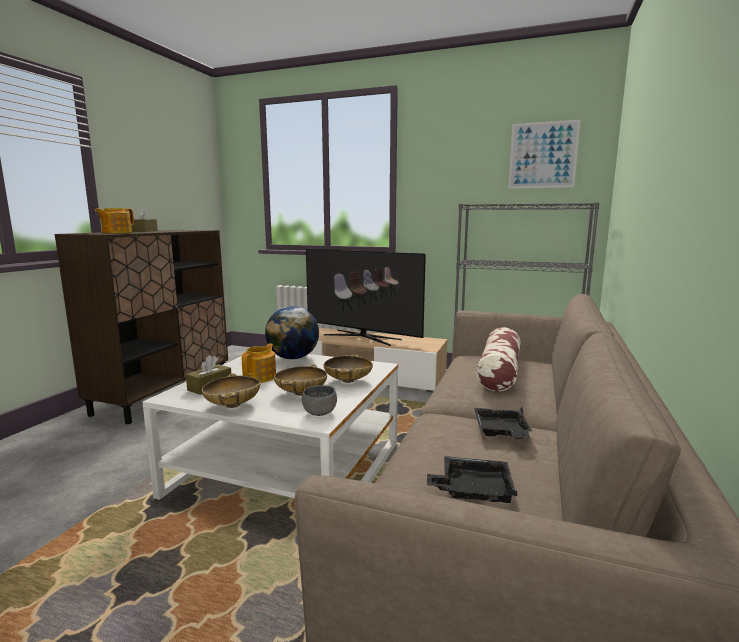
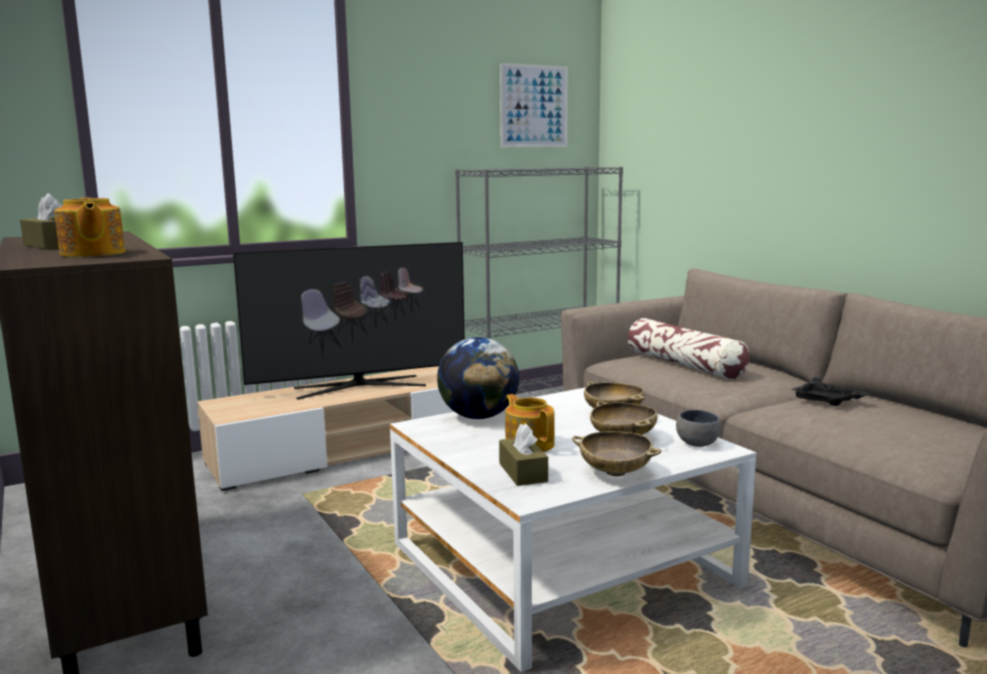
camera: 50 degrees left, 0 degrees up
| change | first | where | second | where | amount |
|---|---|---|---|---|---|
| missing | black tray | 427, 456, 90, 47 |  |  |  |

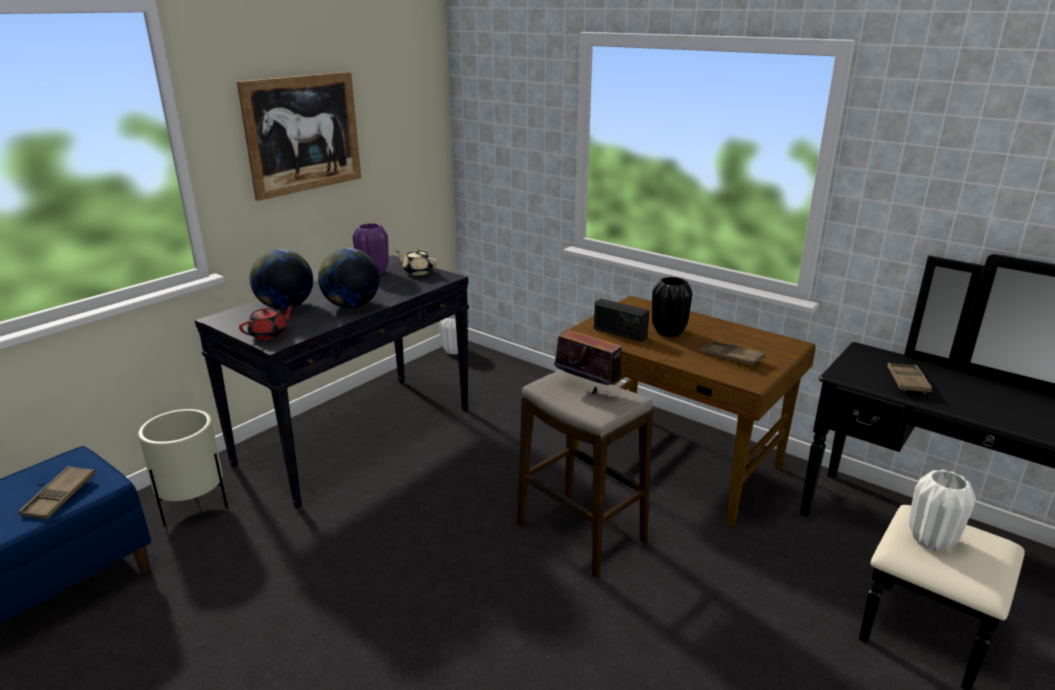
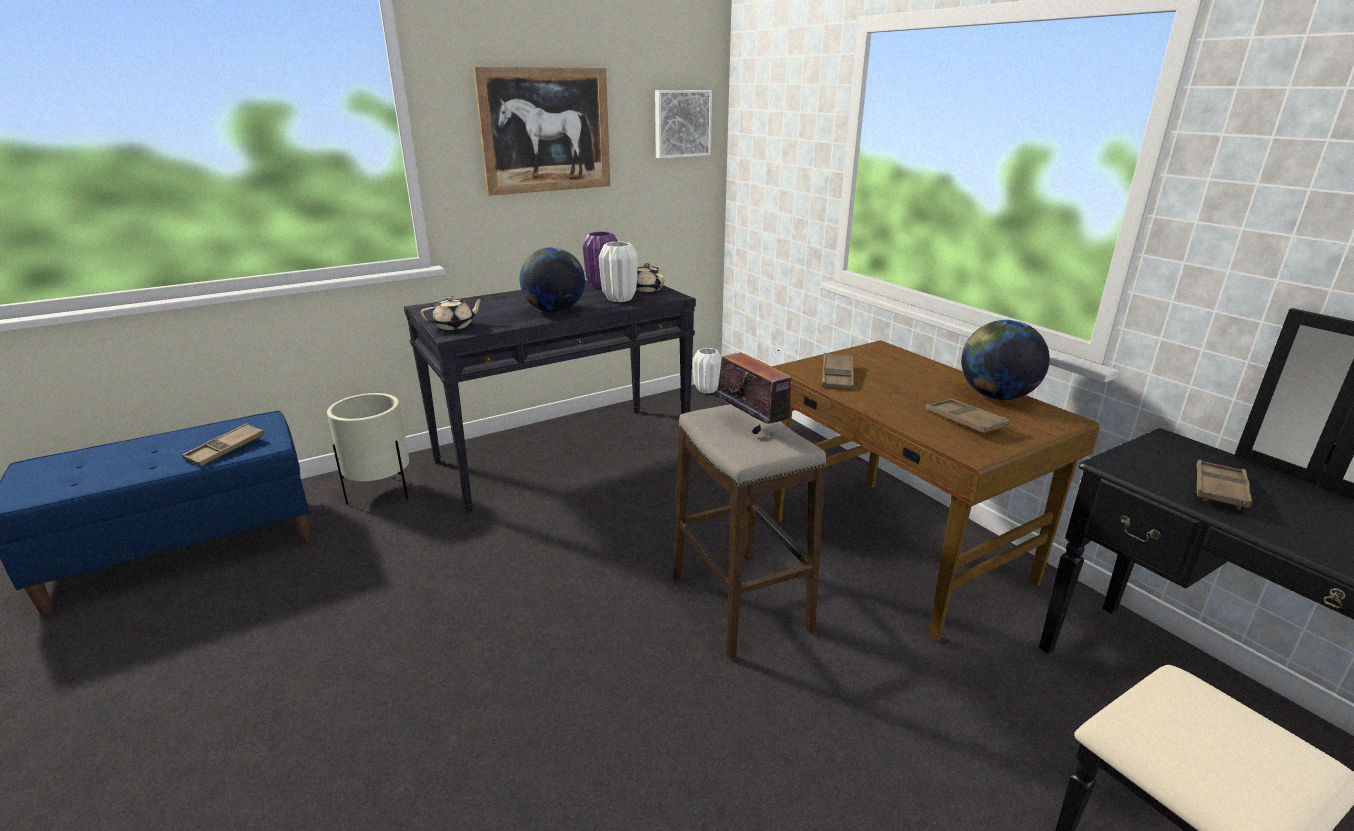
camera: 20 degrees right, 0 degrees up
| change | first | where | second | where | amount |
|---|---|---|---|---|---|
| colour | red teapot | 239, 305, 55, 35 | beige teapot | 421, 296, 63, 34 |  |
| relocated | white vase | 909, 470, 67, 81 |  | 599, 242, 39, 60 |  |
| appeared |  |  | picture | 655, 90, 57, 69 |  |
| exchanged | radio | 594, 299, 55, 43 | brown tray | 822, 353, 32, 37 |  |
| relocated | globe | 250, 249, 63, 61 |  | 961, 320, 89, 80 |  |
| missing | black vase | 652, 277, 41, 60 |  |  |  |

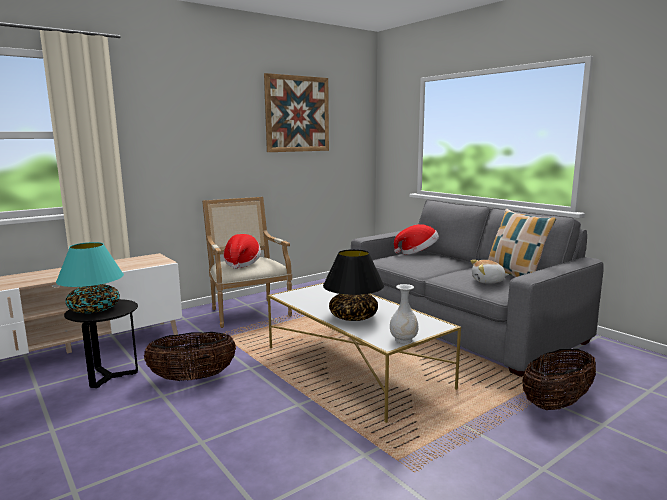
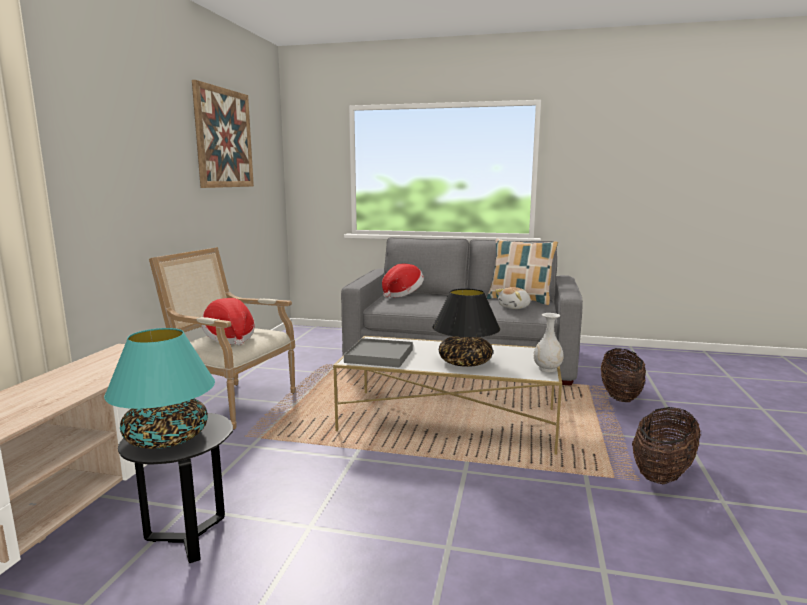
camera: 40 degrees left, 0 degrees up
| change | first | where | second | where | amount |
|---|---|---|---|---|---|
| appeared |  |  | grey tray | 344, 338, 69, 30 |  |
| relocated | basket | 144, 332, 92, 49 |  | 632, 407, 69, 77 |  |

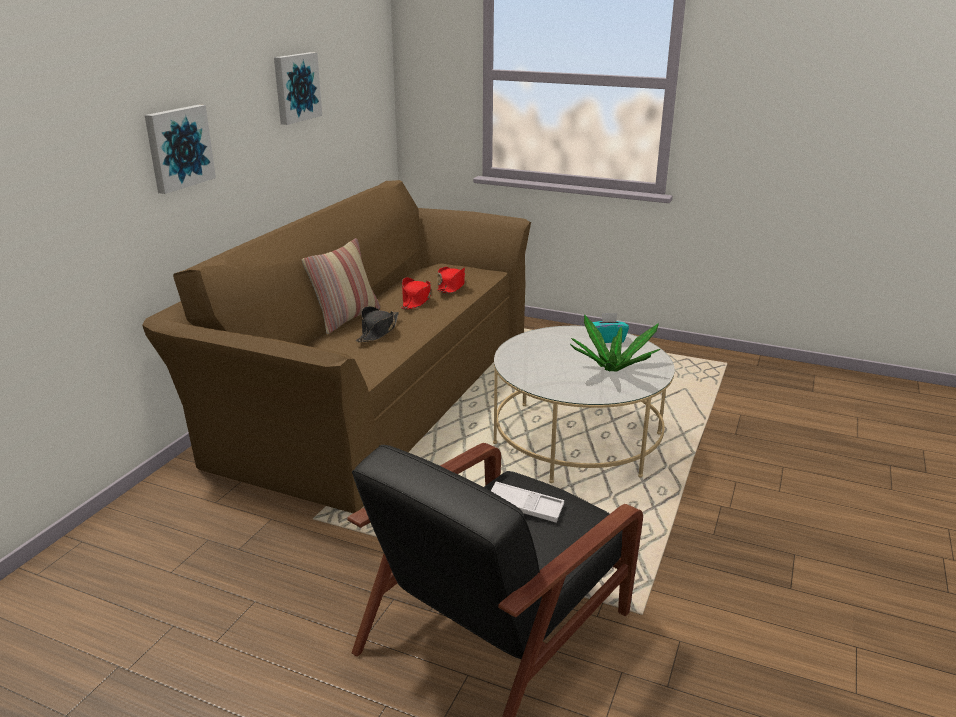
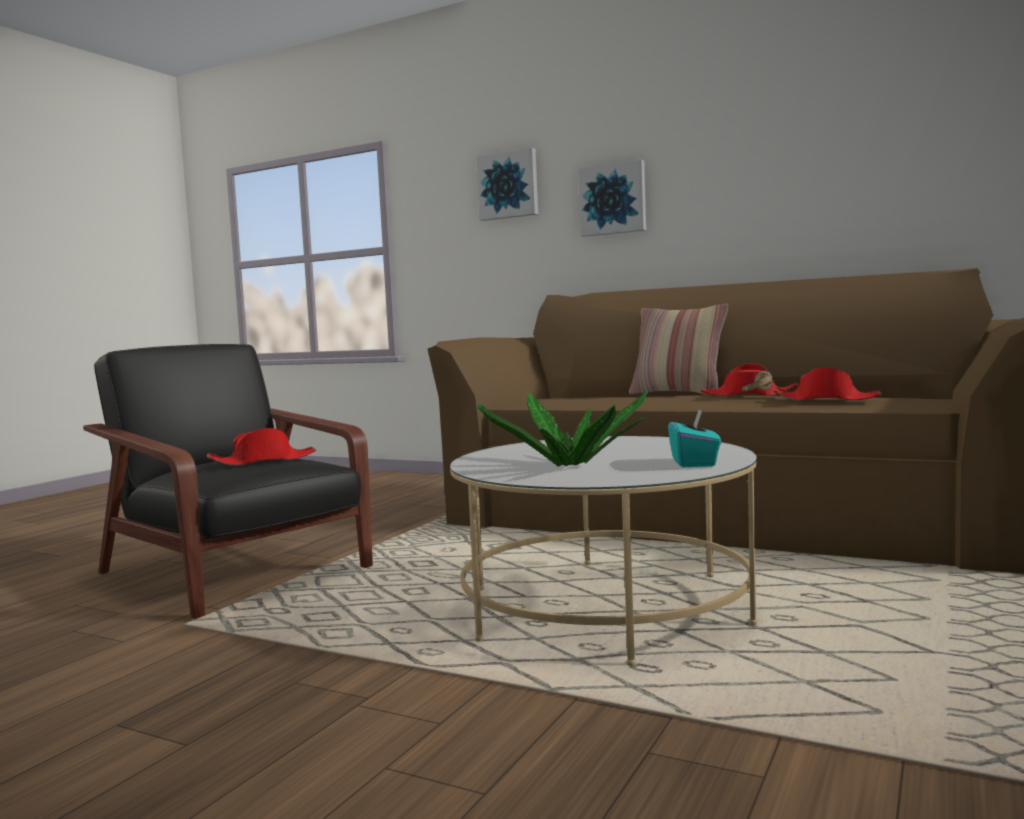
camera: 95 degrees right, 20 degrees down
| change | first | where | second | where | amount |
|---|---|---|---|---|---|
| exchanged | white tray | 491, 481, 73, 42 | red hat | 206, 428, 110, 38 |  |
| relocated | picture | 274, 52, 48, 73 |  | 476, 148, 62, 73 |  |
| missing | black hat | 356, 306, 43, 36 |  |  |  |

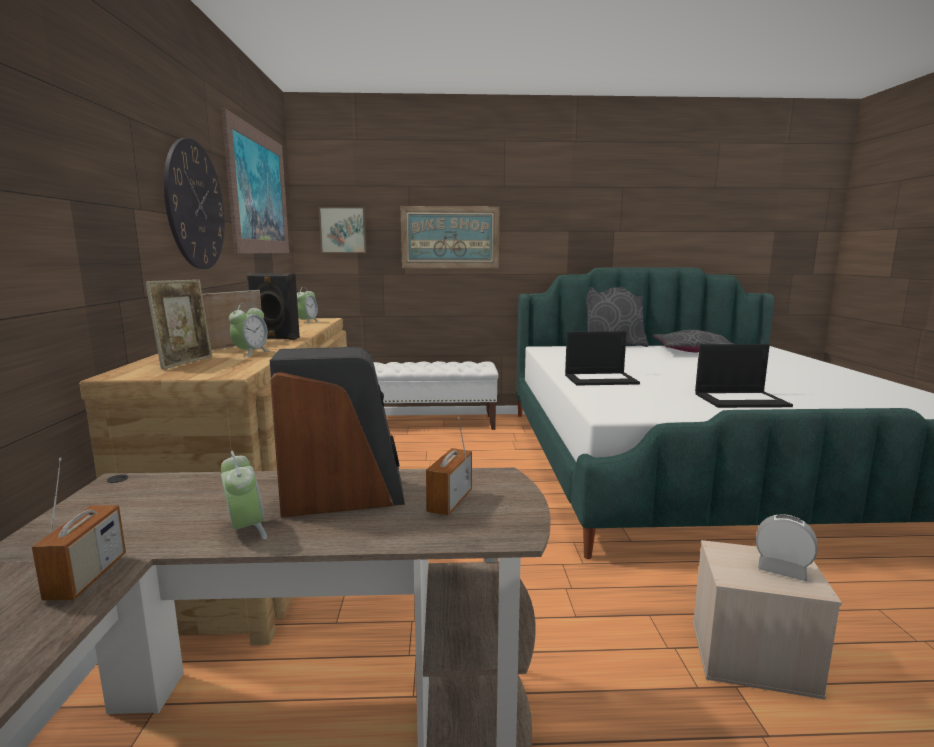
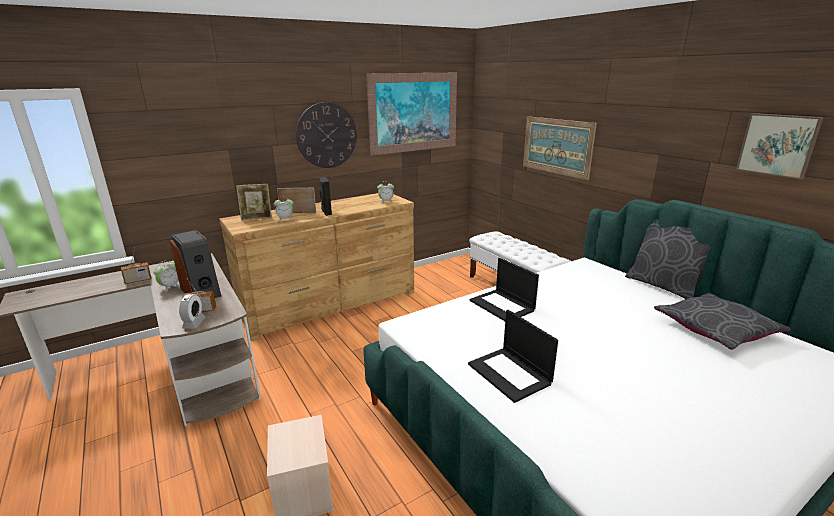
camera: 60 degrees right, 10 degrees up
| change | first | where | second | where | amount |
|---|---|---|---|---|---|
| relocated | alarm clock | 756, 514, 61, 67 |  | 179, 294, 26, 34 |  |
| relocated | picture | 319, 207, 47, 46 |  | 736, 113, 88, 67 |  |

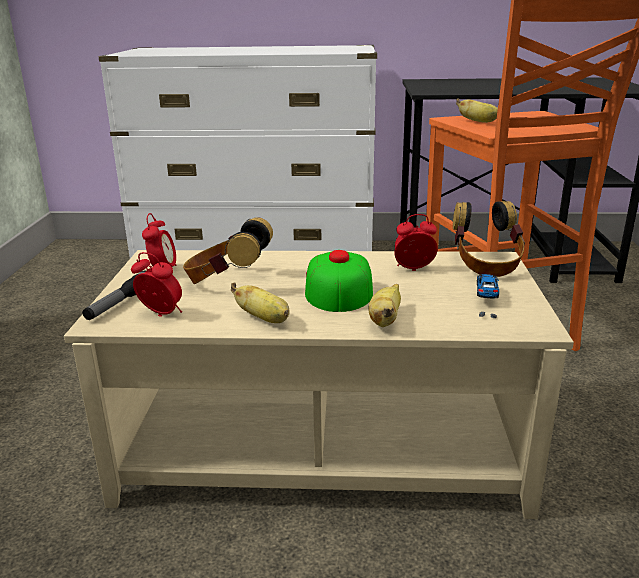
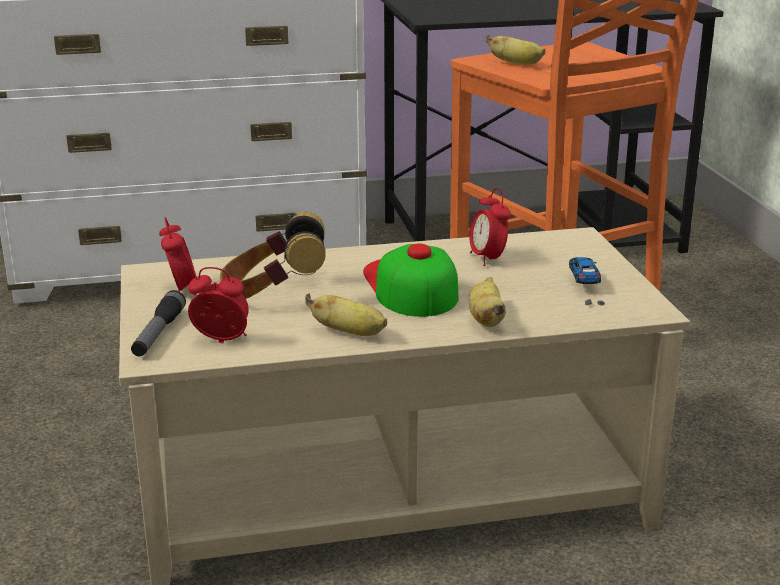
camera: 15 degrees left, 0 degrees up
| change | first | where | second | where | amount |
|---|---|---|---|---|---|
| spun | alarm clock | 394, 214, 44, 57 |  | 469, 188, 42, 78 | 90 degrees counterclockwise |
| missing | headphones | 453, 201, 72, 76 |  |  |  |

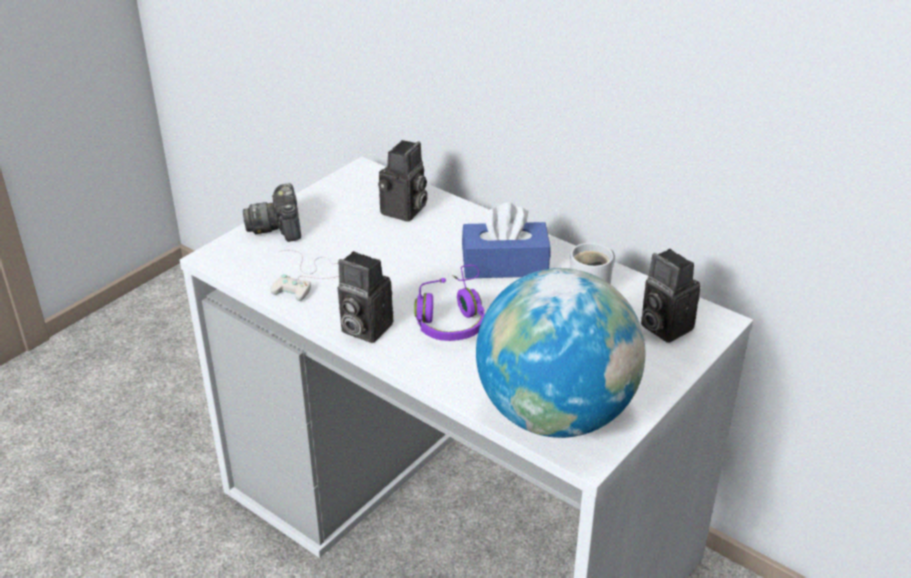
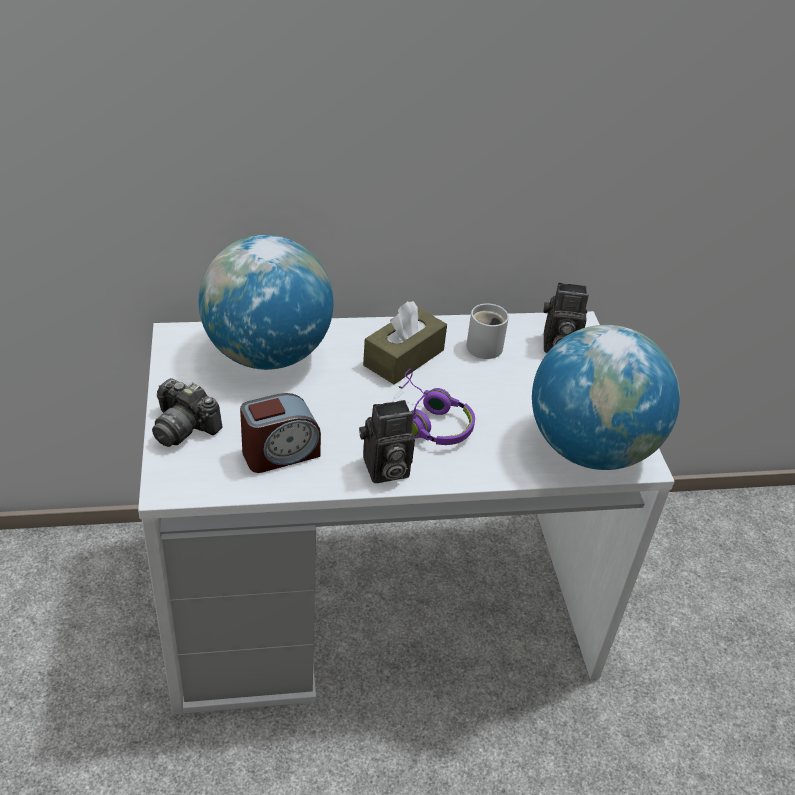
camera: 50 degrees left, 5 degrees up
| change | first | where | second | where | amount |
|---|---|---|---|---|---|
| exchanged | photo camera | 378, 140, 50, 82 | globe | 198, 235, 136, 135 |  |
| exchanged | white game controller | 270, 250, 69, 51 | alarm clock | 240, 393, 81, 80 |  |
| colour | blue tissue box | 462, 202, 88, 77 | brown tissue box | 363, 301, 84, 83 |  |

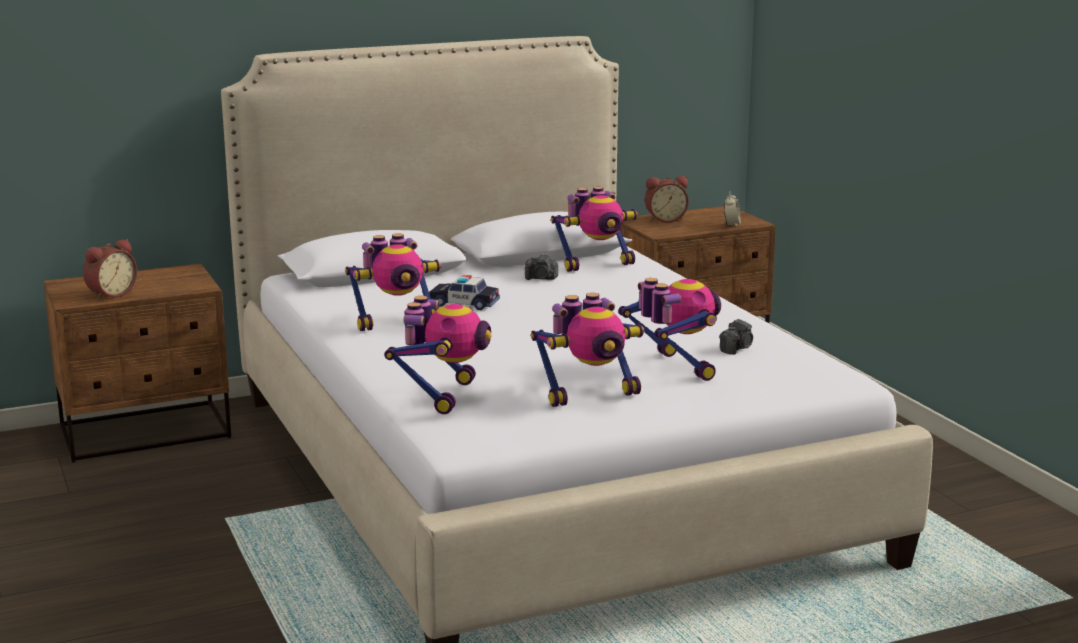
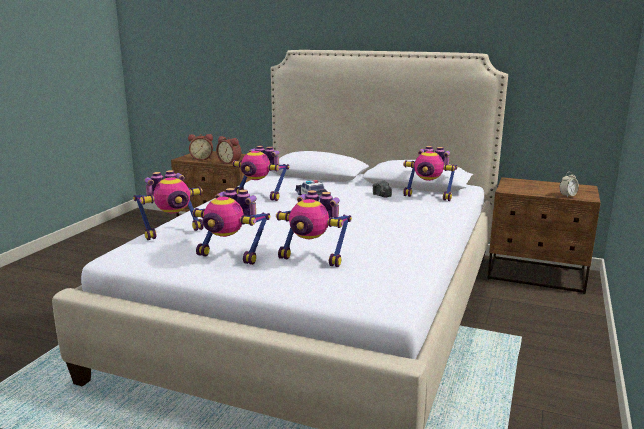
camera: 45 degrees right, 0 degrees up
| change | first | where | second | where | amount |
|---|---|---|---|---|---|
| relocated | alarm clock | 645, 176, 44, 47 |  | 216, 136, 25, 28 |  |
| spun | toy robot | 618, 278, 103, 103 |  | 276, 190, 76, 77 | 90 degrees clockwise |
| missing | photo camera | 719, 319, 34, 36 |  |  |  |

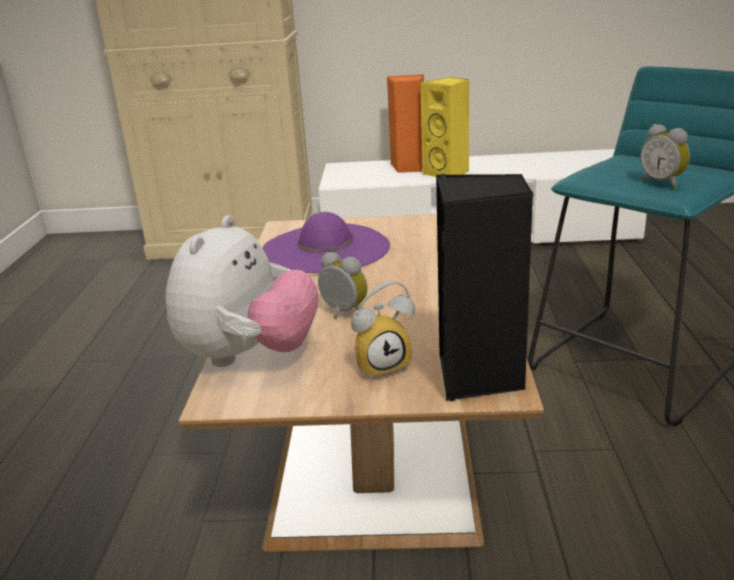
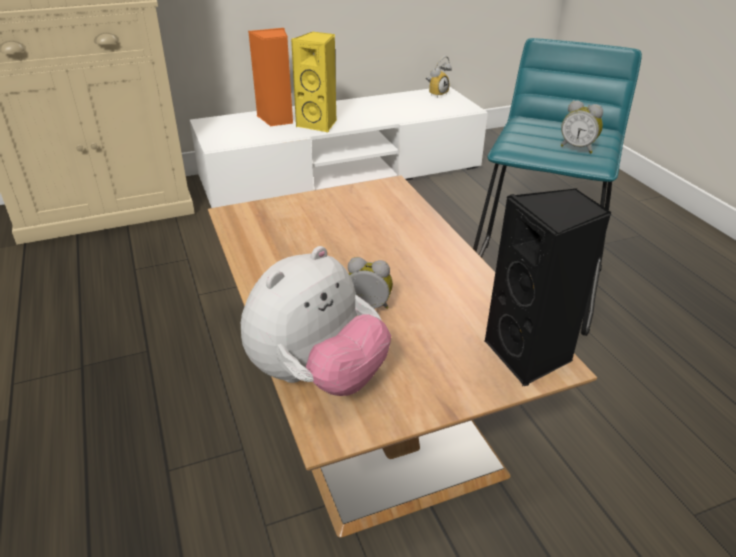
camera: 25 degrees left, 10 degrees up
| change | first | where | second | where | amount |
|---|---|---|---|---|---|
| spun | plush toy | 165, 215, 153, 152 |  | 241, 246, 150, 150 | 45 degrees clockwise |
| relocated | alarm clock | 351, 280, 64, 100 |  | 426, 56, 26, 42 |  |
| missing | purple hat | 263, 212, 127, 61 |  |  |  |

